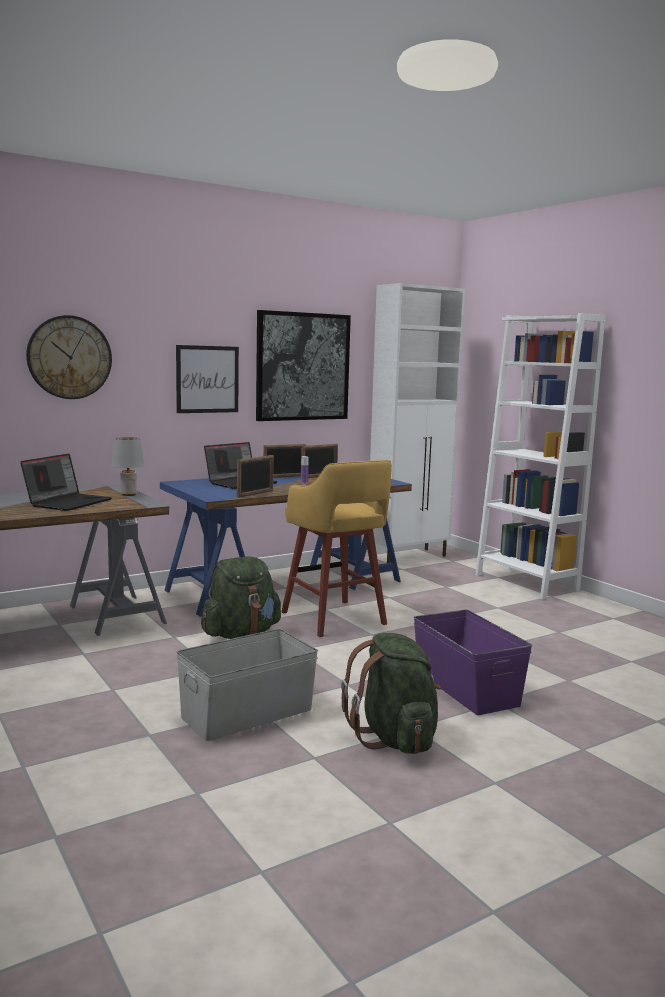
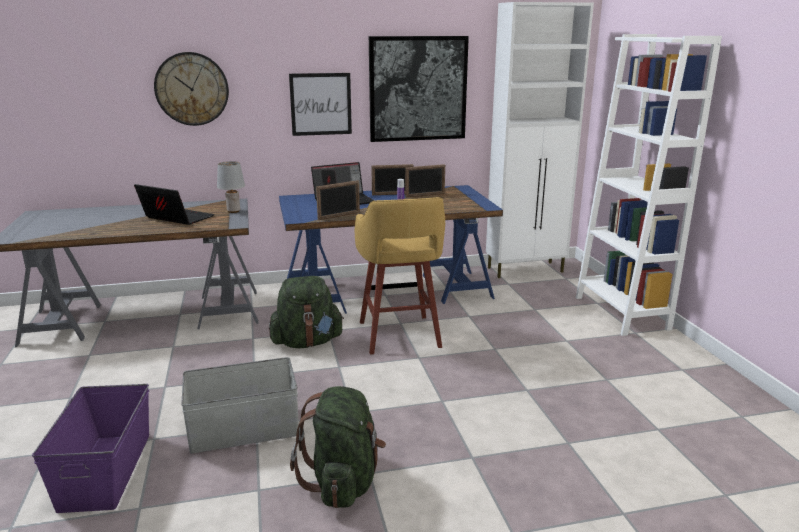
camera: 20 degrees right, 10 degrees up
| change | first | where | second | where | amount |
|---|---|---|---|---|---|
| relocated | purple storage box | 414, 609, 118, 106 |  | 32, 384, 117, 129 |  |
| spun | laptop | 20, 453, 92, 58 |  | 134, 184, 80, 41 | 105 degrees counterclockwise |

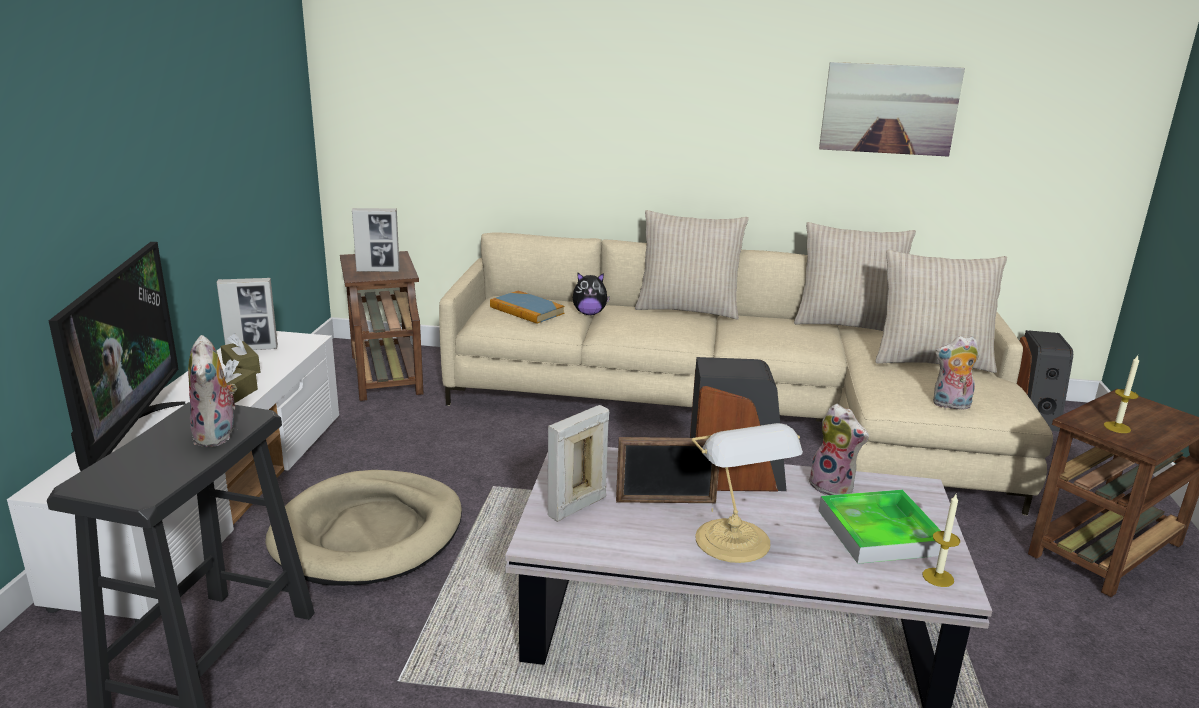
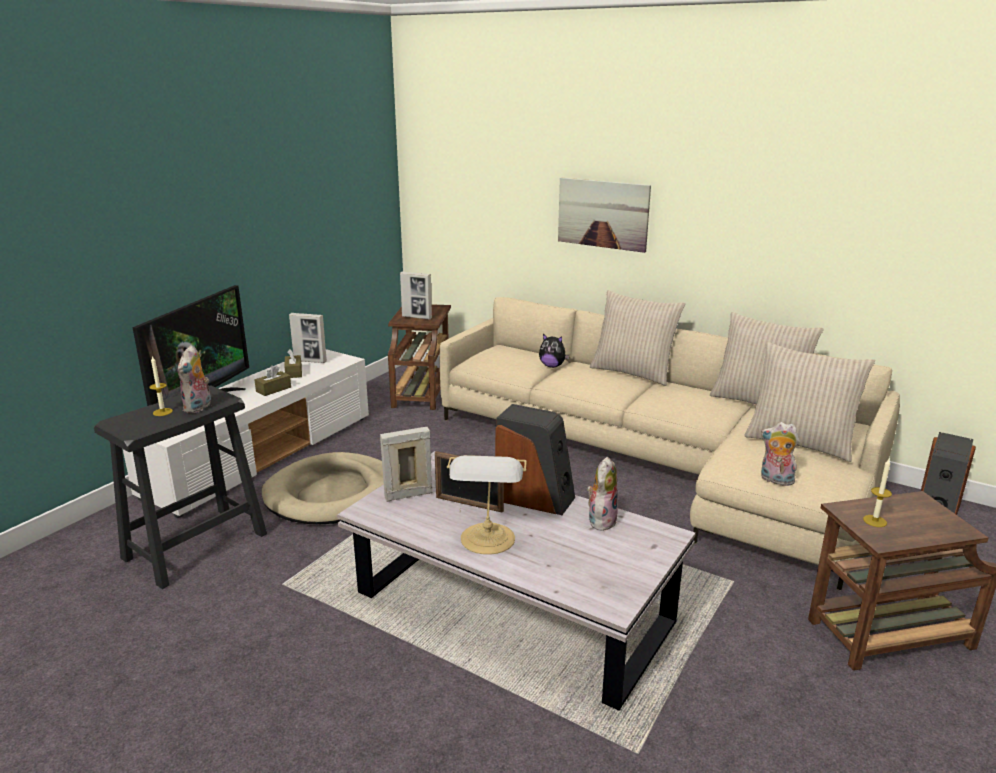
camera: 25 degrees right, 0 degrees up
| change | first | where | second | where | amount |
|---|---|---|---|---|---|
| relocated | candle | 923, 494, 37, 93 |  | 150, 356, 23, 60 |  |
| relocated | picture | 819, 62, 146, 95 |  | 558, 177, 93, 76 |  |
| spun | plush toy | 809, 404, 60, 91 |  | 587, 457, 31, 74 | 135 degrees counterclockwise |
| missing | book | 490, 291, 75, 33 |  |  |  |
| missing | tray | 819, 490, 122, 74 |  |  |  |

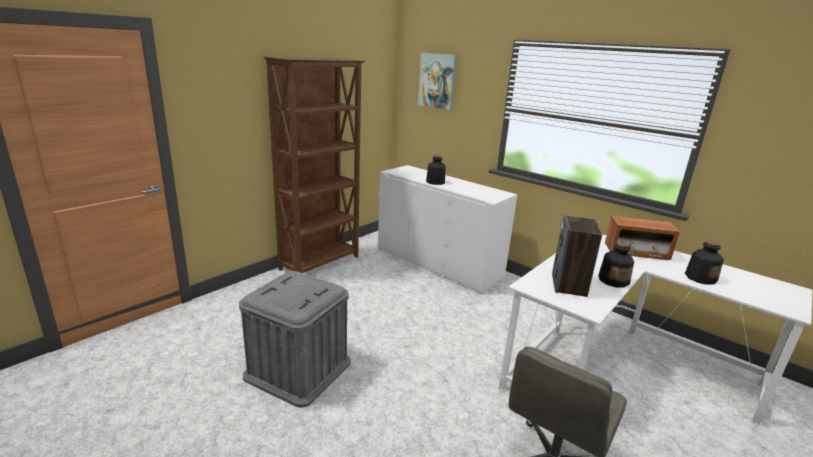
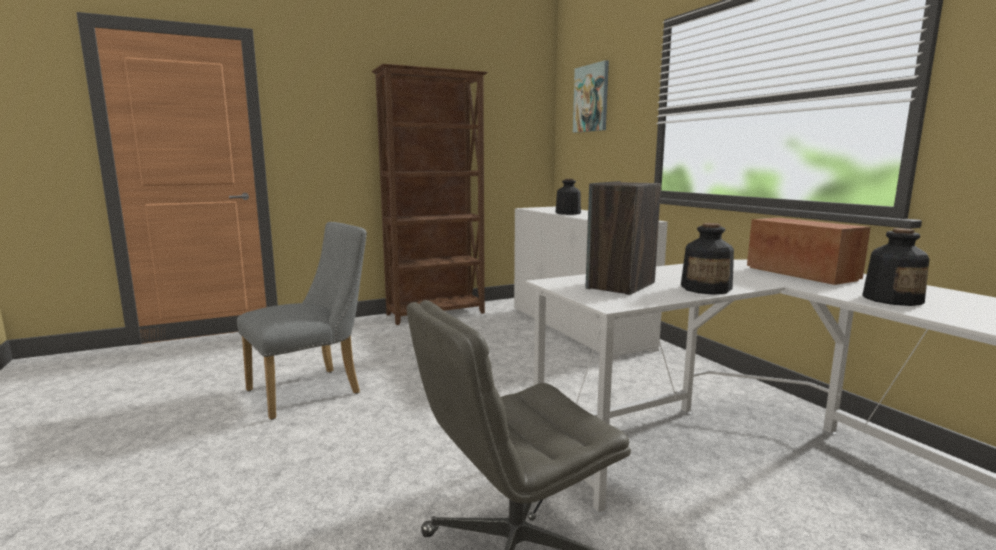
camera: 25 degrees right, 10 degrees down
| change | first | where | second | where | amount |
|---|---|---|---|---|---|
| exchanged | grey storage box | 239, 271, 112, 137 | grey chair | 237, 222, 130, 198 |  |
| spun | radio | 605, 216, 75, 44 |  | 747, 218, 124, 67 | 150 degrees counterclockwise |

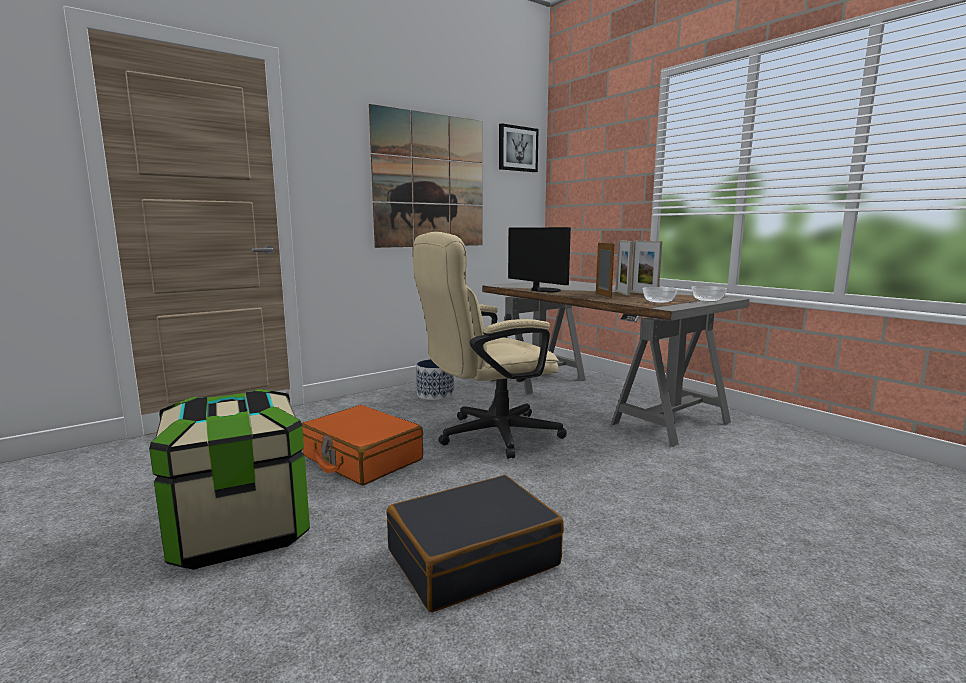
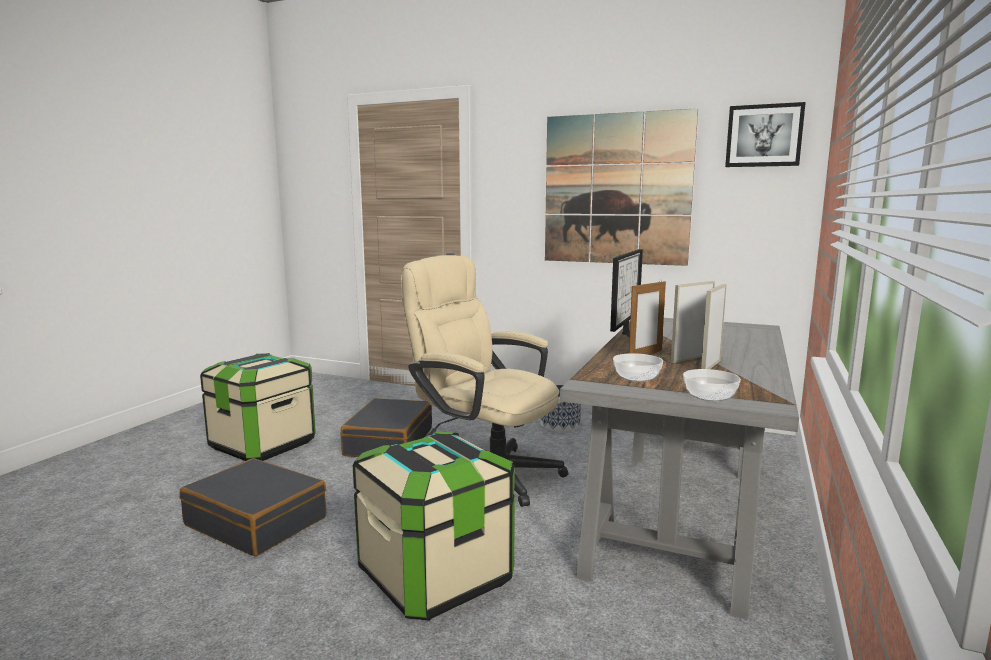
camera: 60 degrees right, 0 degrees up
| change | first | where | second | where | amount |
|---|---|---|---|---|---|
| colour | orange suitcase | 302, 405, 121, 81 | black suitcase | 341, 398, 91, 59 |  |
| appeared |  |  | storage box | 353, 432, 162, 189 |  |

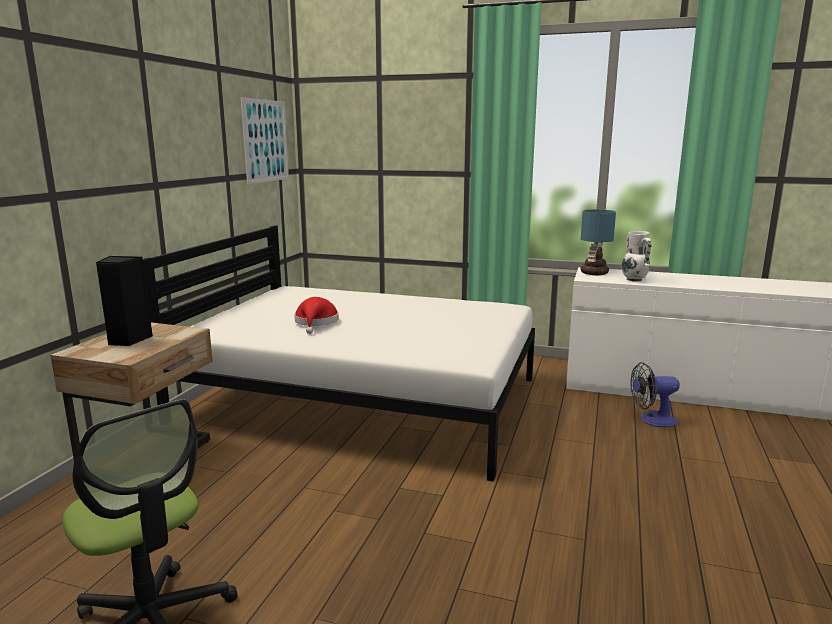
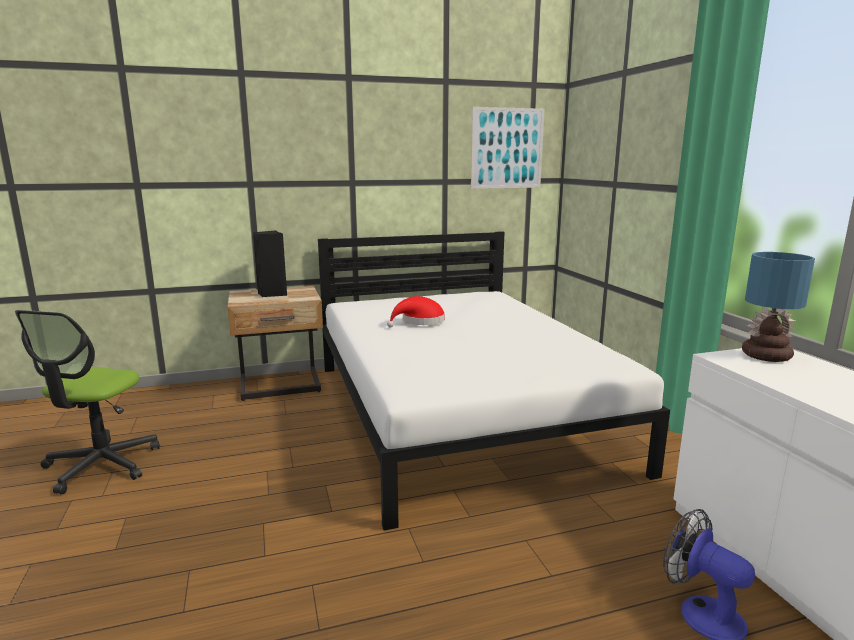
camera: 55 degrees right, 0 degrees up
| change | first | where | second | where | amount |
|---|---|---|---|---|---|
| missing | white vase | 622, 231, 30, 51 |  |  |  |

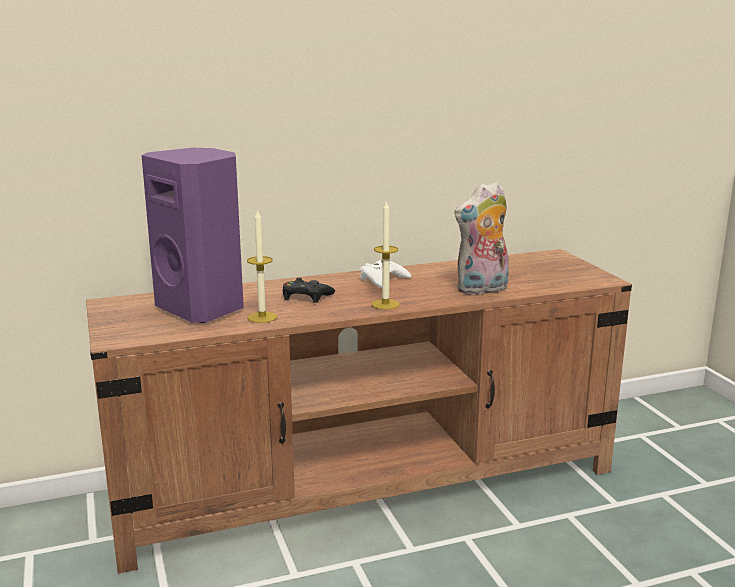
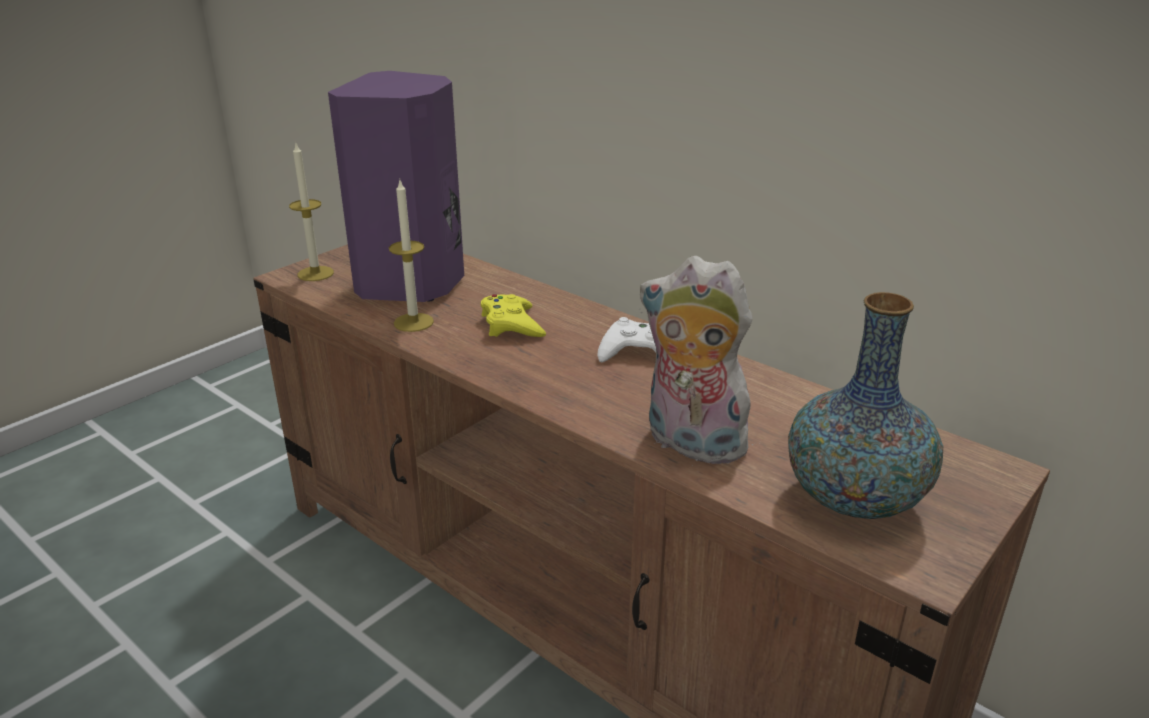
camera: 60 degrees right, 10 degrees up
| change | first | where | second | where | amount |
|---|---|---|---|---|---|
| relocated | candle | 372, 200, 28, 110 |  | 289, 144, 45, 137 |  |
| colour | black game controller | 283, 278, 52, 25 | yellow game controller | 481, 294, 65, 43 |  |
| appeared |  |  | vase | 788, 292, 155, 227 |  |

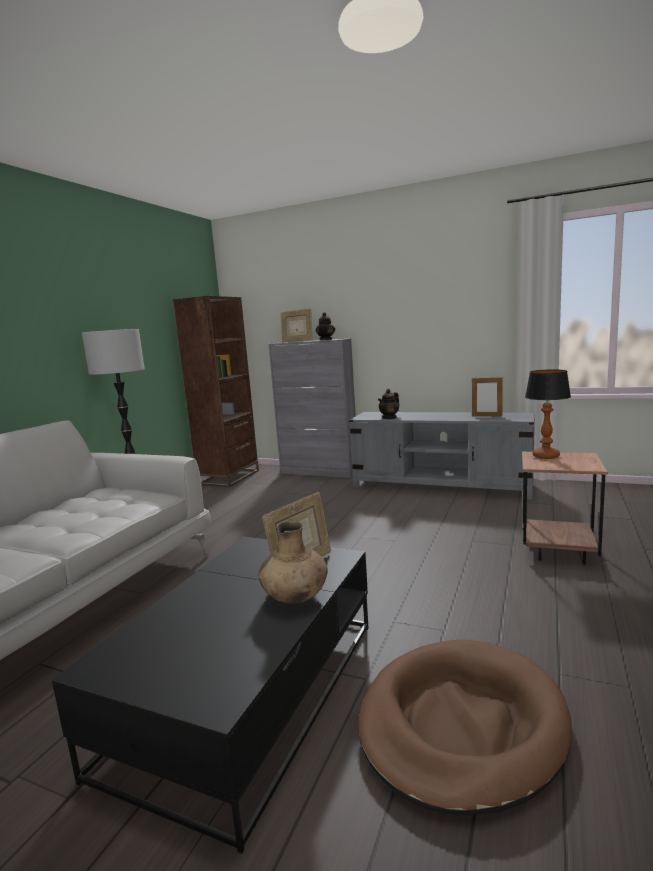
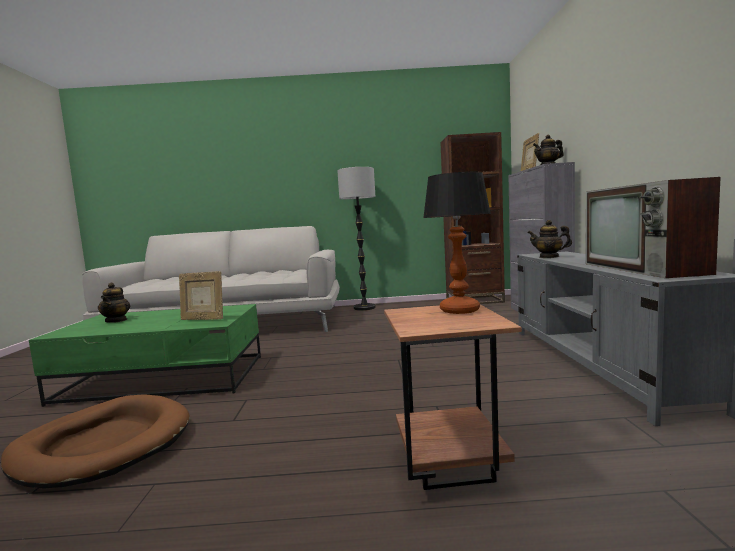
camera: 65 degrees right, 5 degrees down
| change | first | where | second | where | amount |
|---|---|---|---|---|---|
| colour | black coffee table | 52, 537, 317, 317 | green coffee table | 29, 304, 232, 103 |  |
| appeared |  |  | teapot | 98, 283, 32, 40 |  |
| exchanged | picture frame | 472, 376, 31, 41 | television | 586, 177, 135, 101 |  |
| missing | brown vase | 258, 521, 70, 83 |  |  |  |

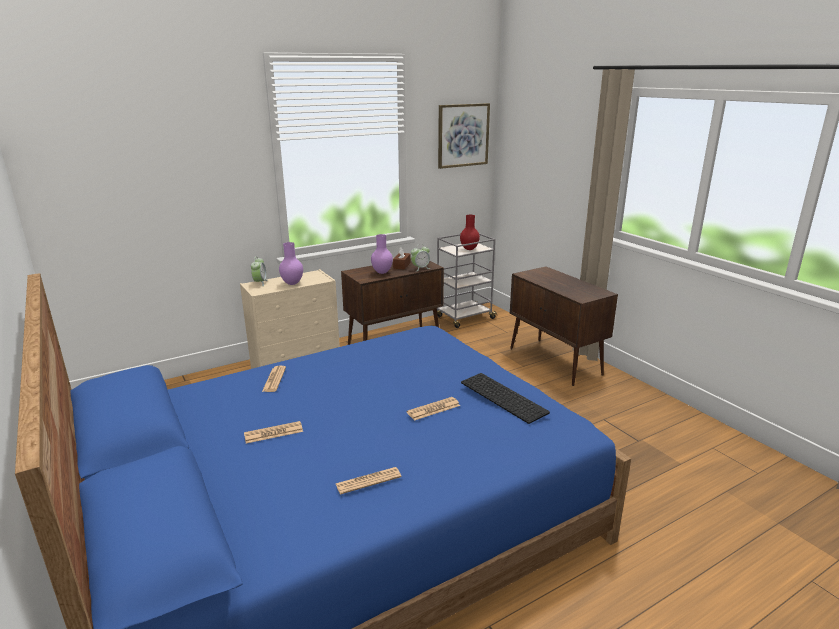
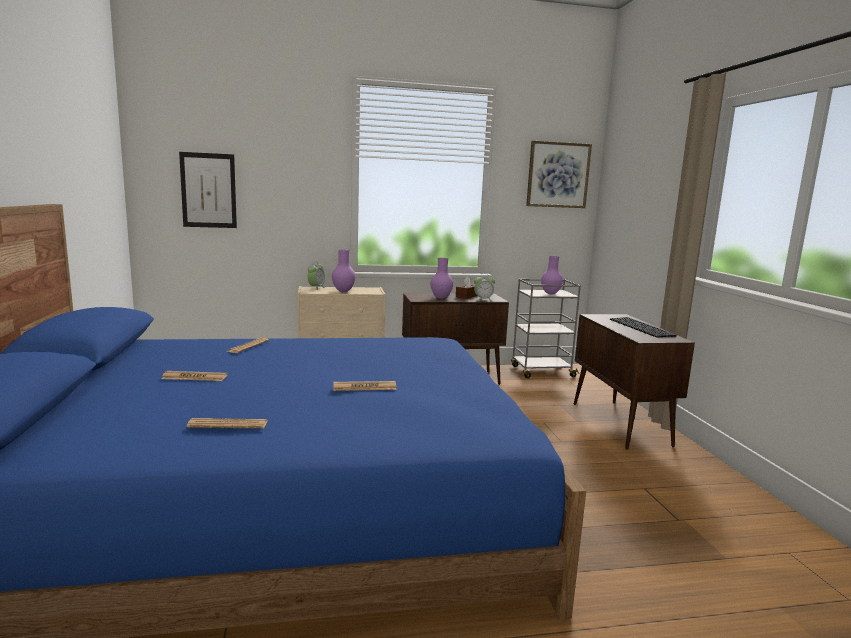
camera: 20 degrees right, 10 degrees down
| change | first | where | second | where | amount |
|---|---|---|---|---|---|
| appeared |  |  | picture | 179, 152, 58, 76 |  |
| colour | red vase | 460, 215, 20, 35 | purple vase | 541, 256, 22, 38 |  |
| relocated | keyboard | 461, 373, 89, 51 |  | 610, 317, 67, 21 |  |

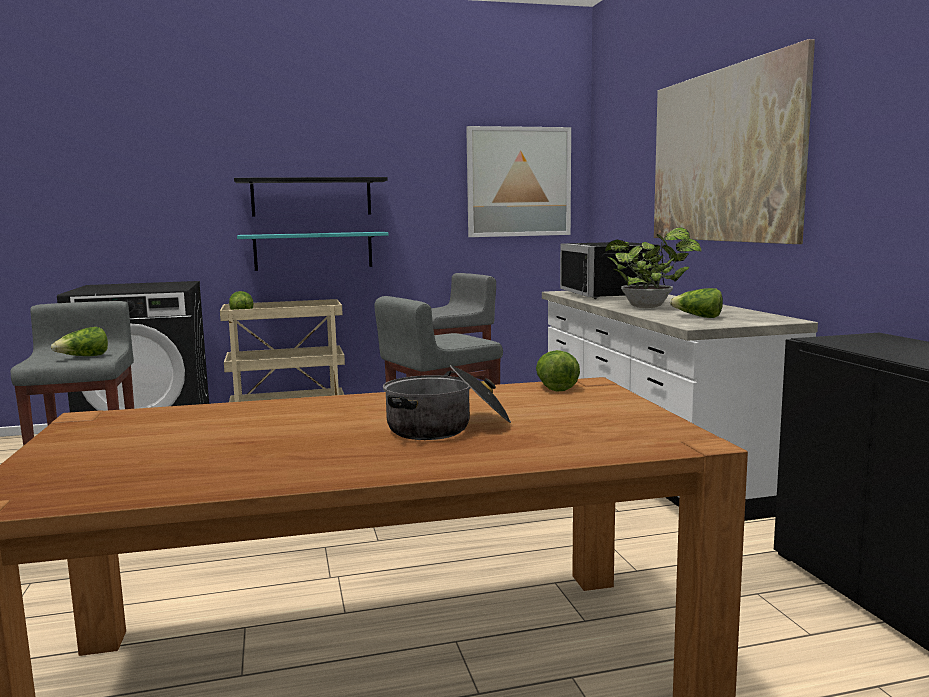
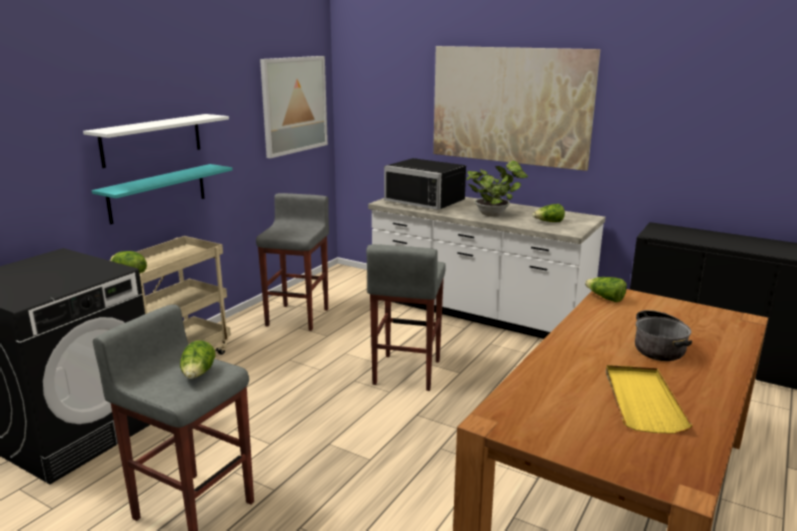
camera: 45 degrees left, 10 degrees up
| change | first | where | second | where | amount |
|---|---|---|---|---|---|
| colour | black shelf | 234, 177, 154, 39 | white shelf | 83, 114, 146, 54 |  |
| appeared |  |  | yellow tray | 606, 365, 87, 69 |  |

